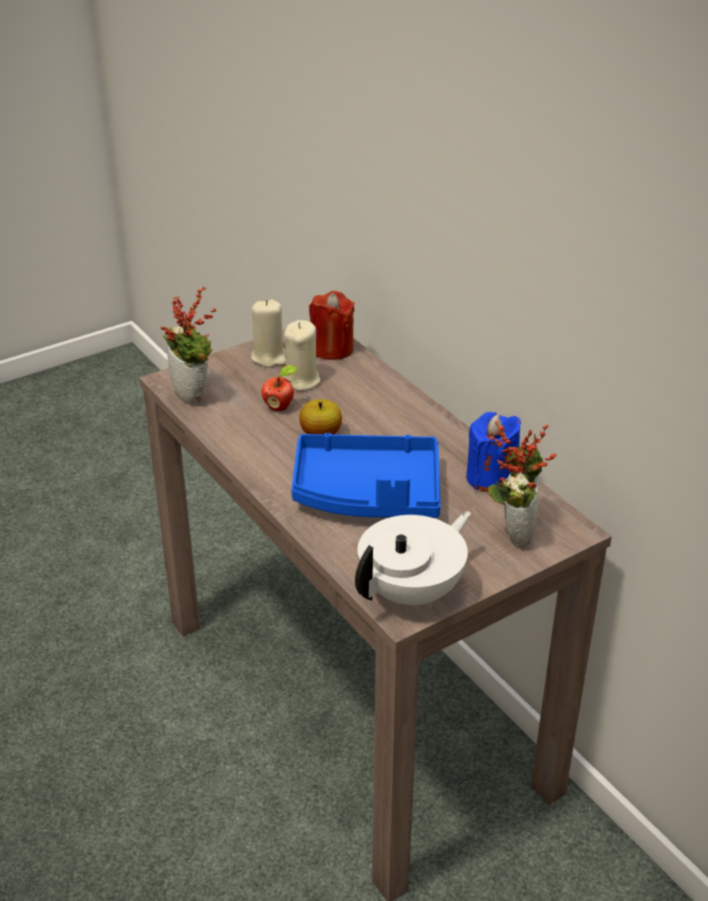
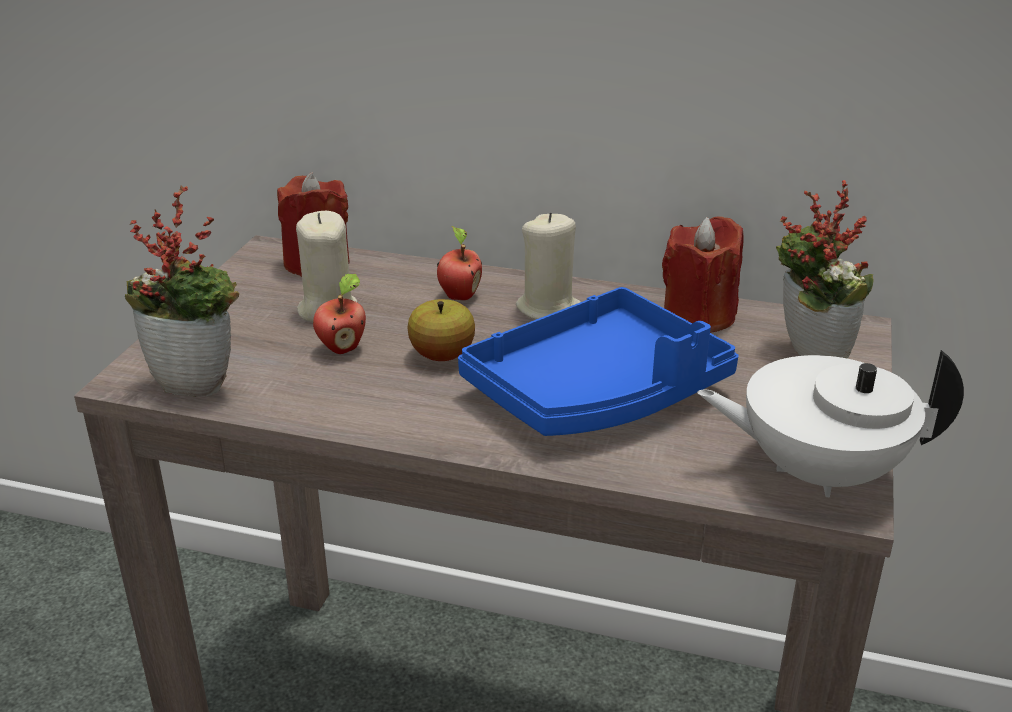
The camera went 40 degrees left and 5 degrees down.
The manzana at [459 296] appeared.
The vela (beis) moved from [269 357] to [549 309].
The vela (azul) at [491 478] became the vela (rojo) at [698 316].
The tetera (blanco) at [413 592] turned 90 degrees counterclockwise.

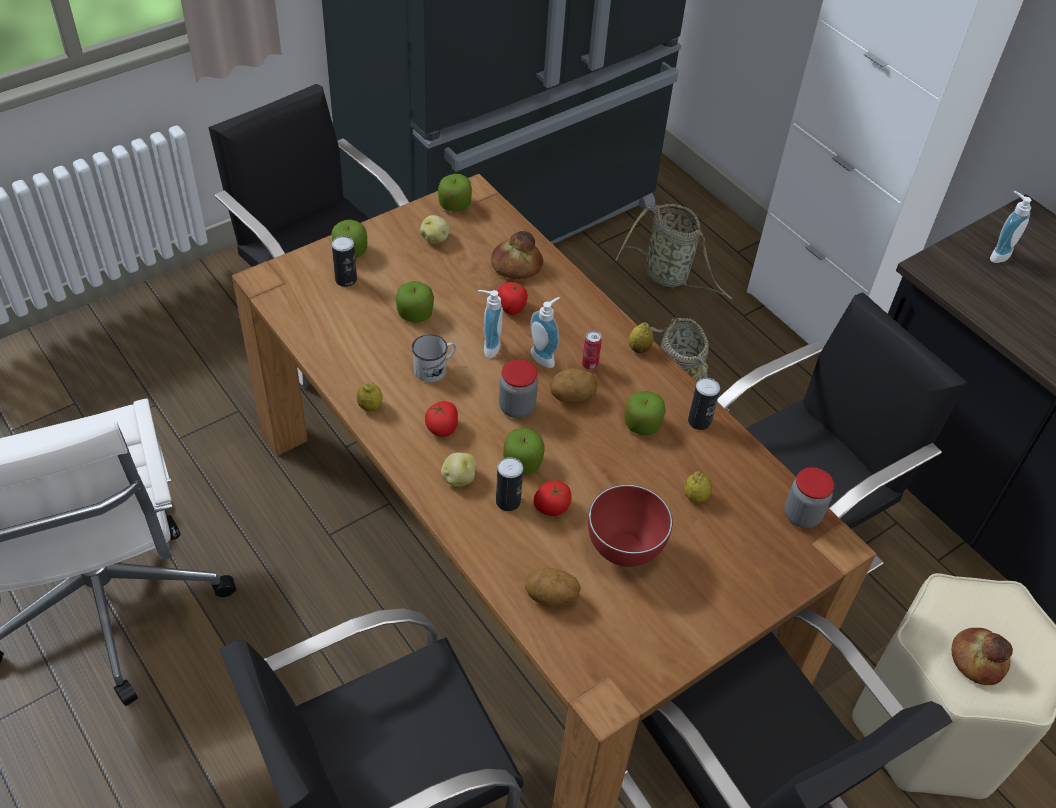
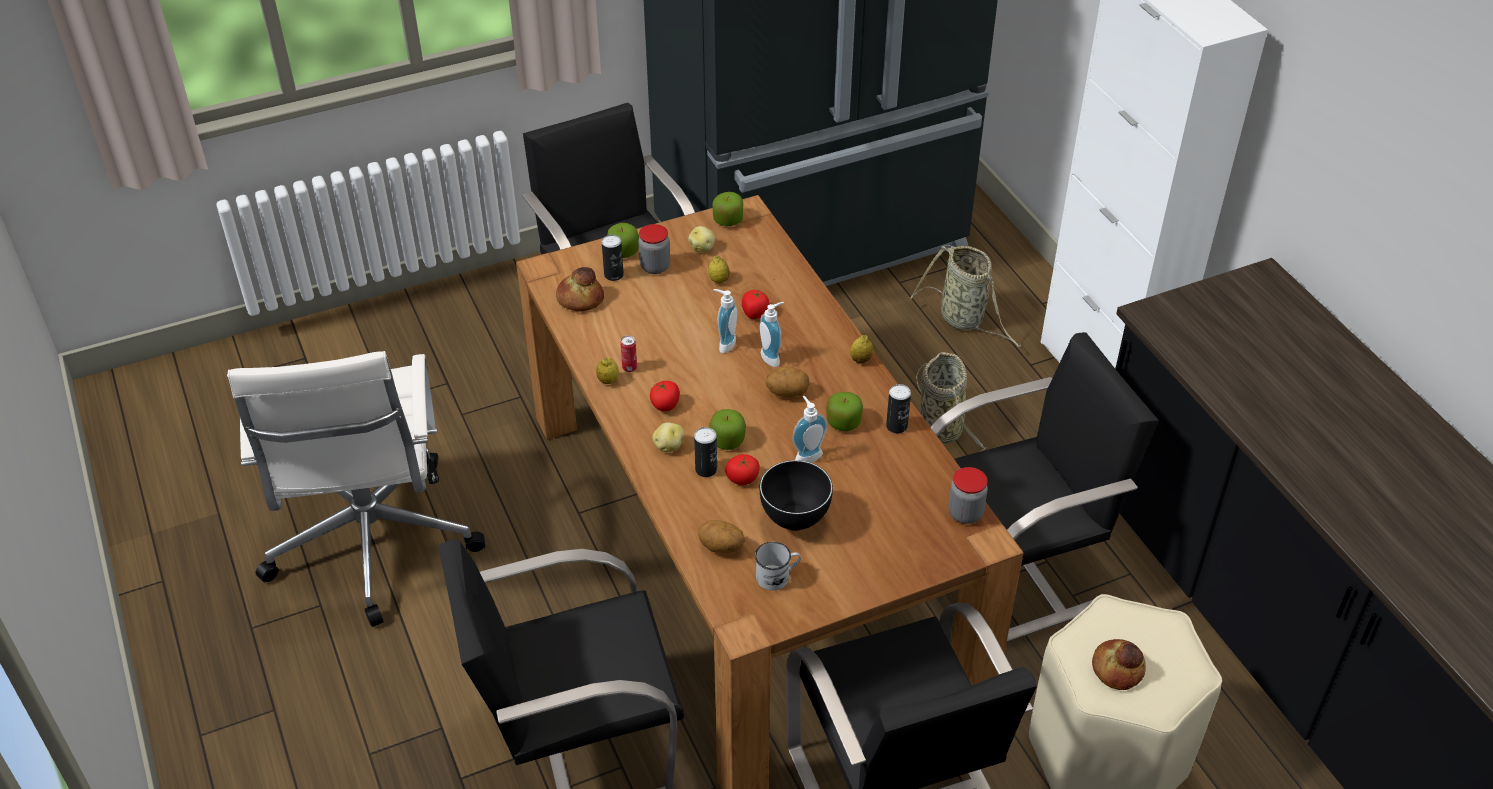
The camera went 15 degrees right and 5 degrees down.
The manzana at [415 314] disappeared.
The taza grande (blanco) moved from [435 369] to [778 576].
The pan moved from [516 266] to [580 299].
The tarro moved from [517 407] to [655 267].
The lata moved from [590 365] to [629 368].
The limón moved from [695 497] to [718 280].
The dispensador de jabón moved from [997 254] to [807 455].
The cuenco (rojo) at [625 551] became the cuenco (negro) at [796 521].

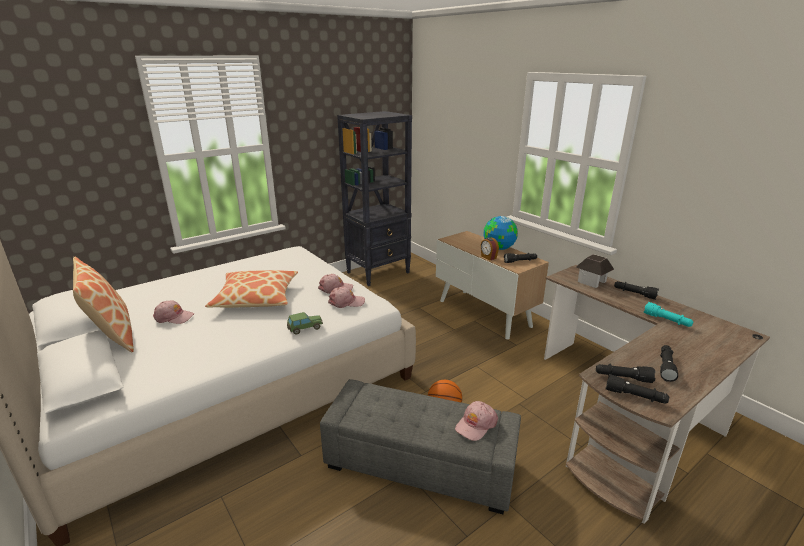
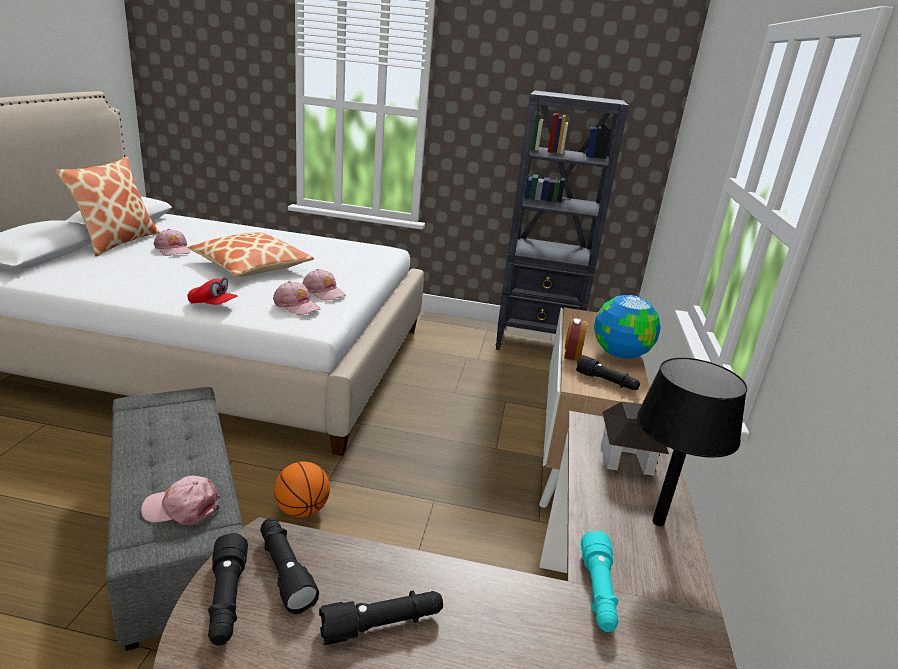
The camera went 45 degrees right and 0 degrees up.
The coche de juguete at [305 328] was replaced by the gorra (rojo) at [213 305].
The linterna (negro) at [634 294] was replaced by the lámpara de mesa (negro) at [658 522].

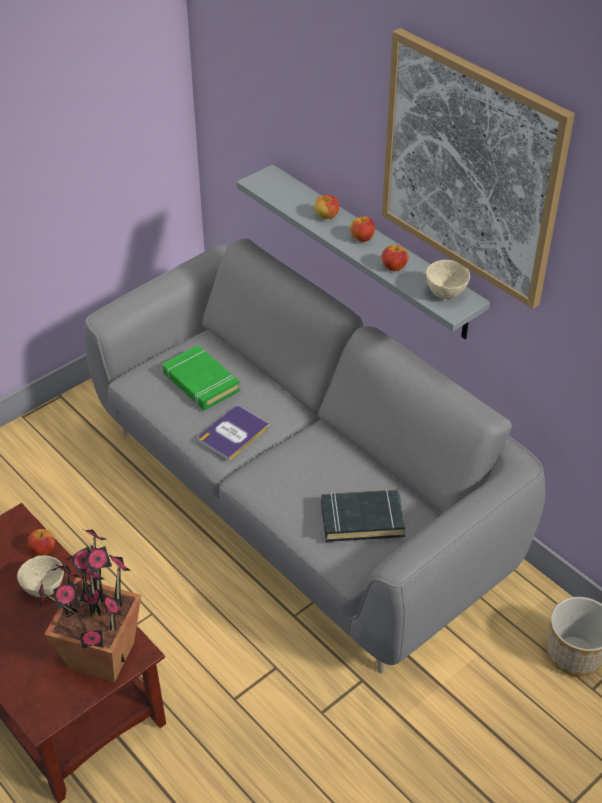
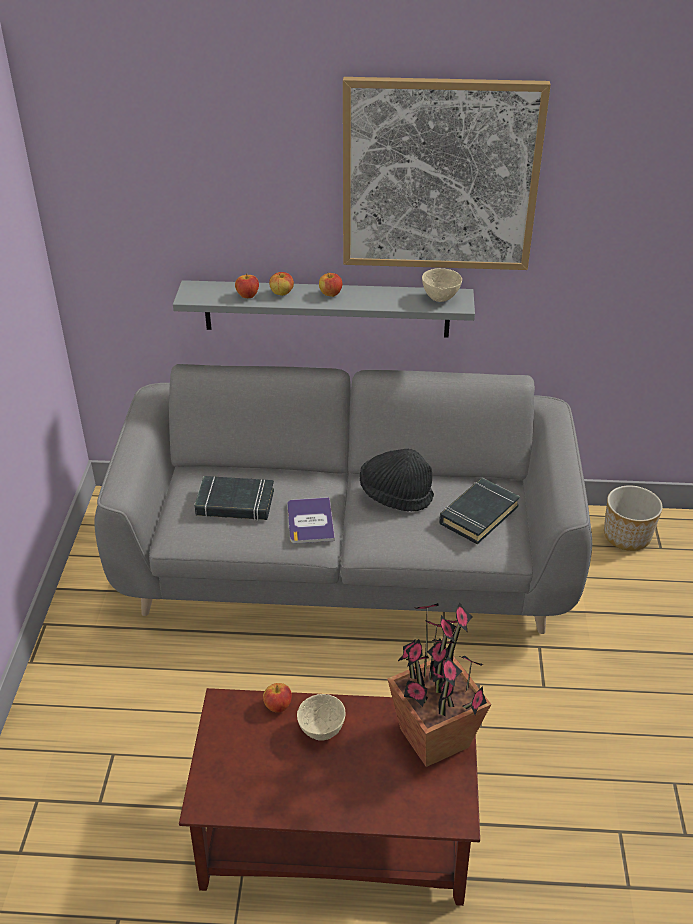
The camera went 45 degrees left and 5 degrees down.
The sombrero (negro) at [395 495] appeared.
The manzana moved from [394 267] to [247 296].
The libro (verde) at [200 382] became the libro (negro) at [235 503].

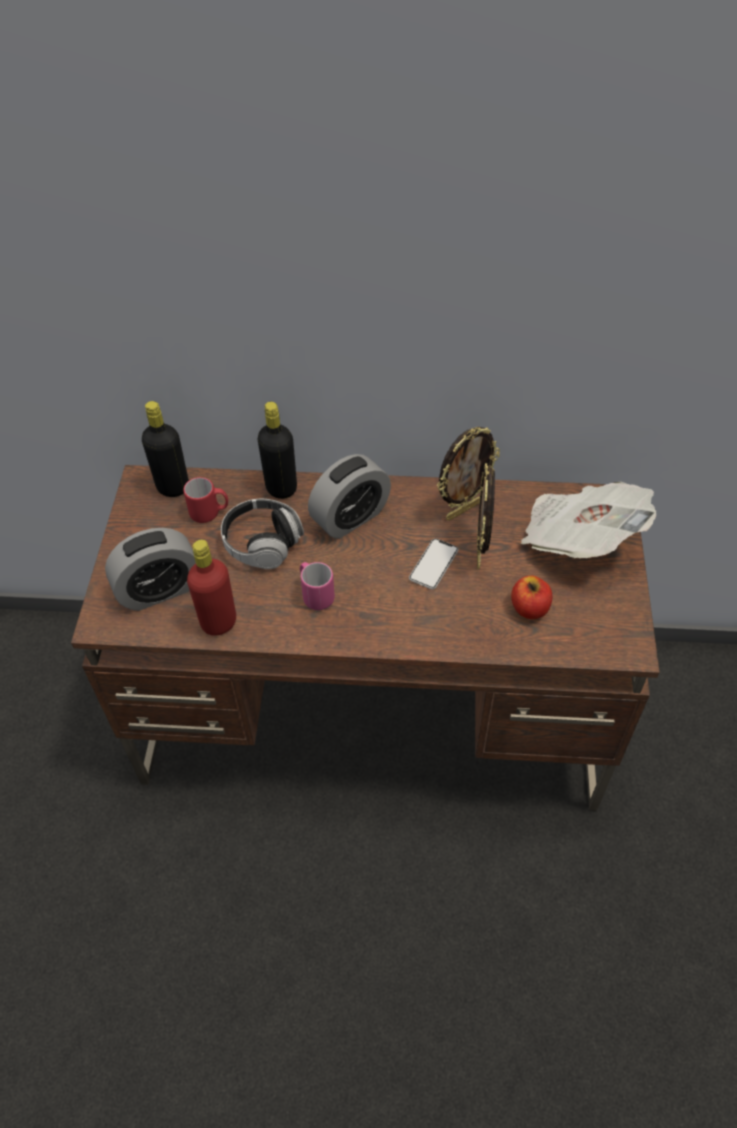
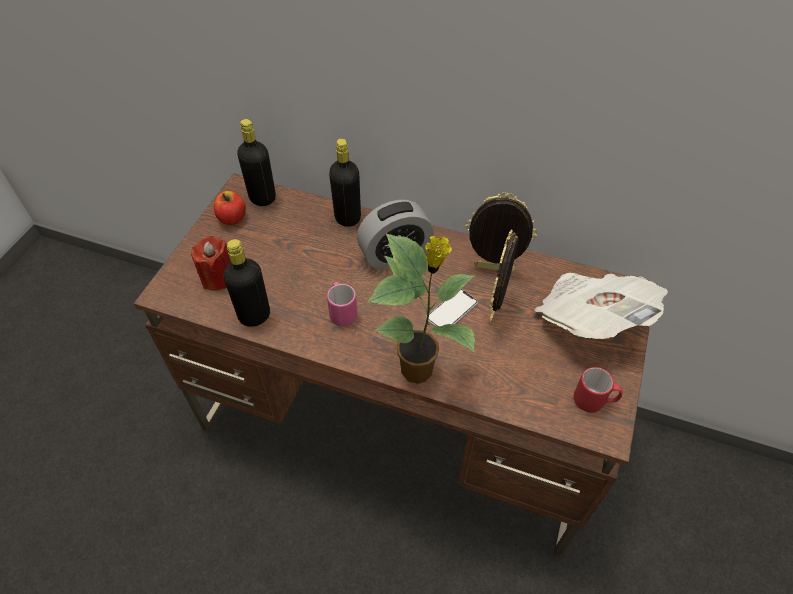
The camera went 15 degrees right and 0 degrees up.
The auriculares at [262 544] disappeared.
The planta en maceta at [419 370] appeared.
The taza grande (rojo) moved from [210 513] to [594 401].
The manzana moved from [529 608] to [232 218].
The despertador at [159 590] was replaced by the vela (rojo) at [218 277].
The botella (rojo) at [218 622] became the botella (negro) at [254 315].
The portarretratos at [462 510] turned 150 degrees counterclockwise.

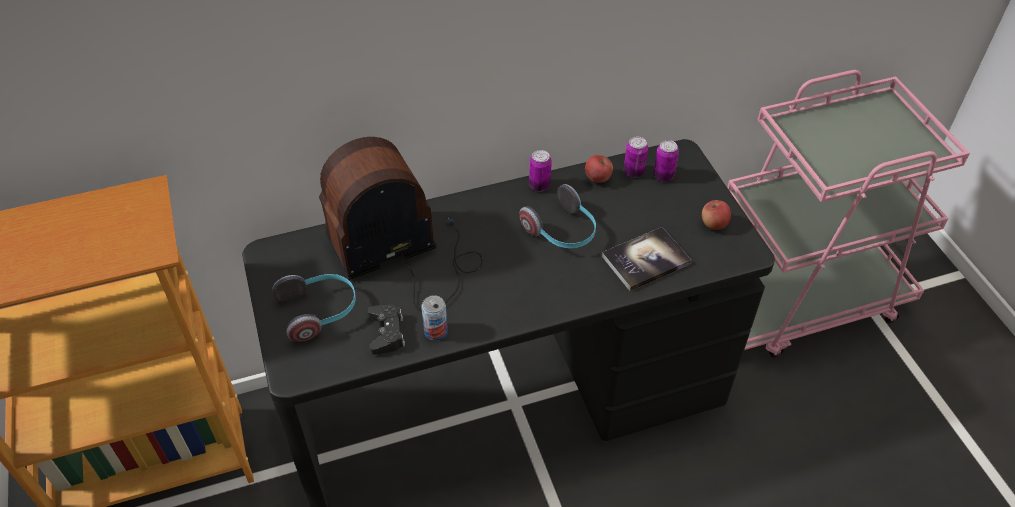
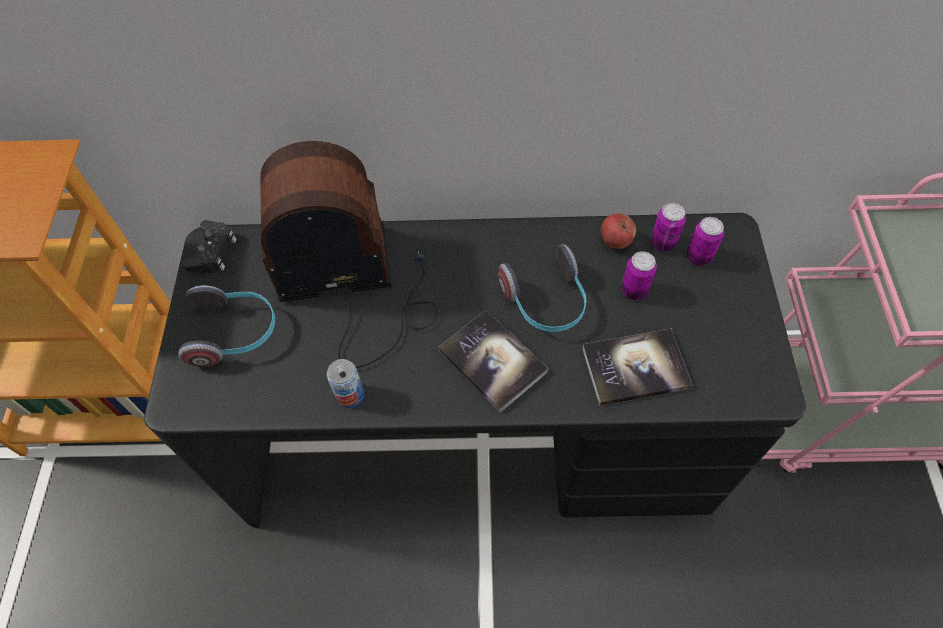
The camera went 20 degrees right and 10 degrees up.
The manzana at [714 224] disappeared.
The libro at [492 361] appeared.
The mando de consola (negro) moved from [386 333] to [213 252].
The lata moved from [539 185] to [634 291].

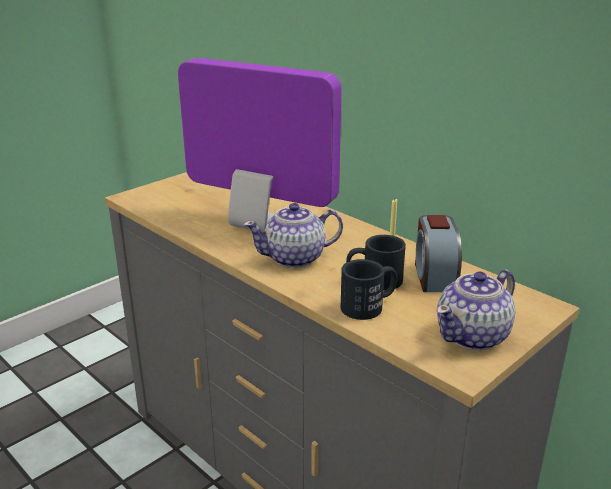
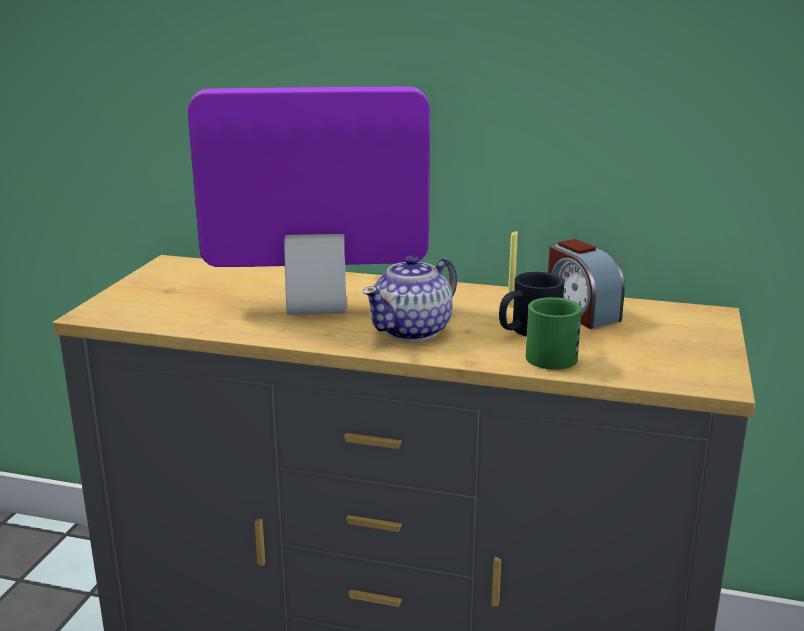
The camera went 30 degrees left and 5 degrees down.
The tetera at [473 336] disappeared.
The taza grande (negro) at [369 305] became the taza grande (verde) at [556 354].

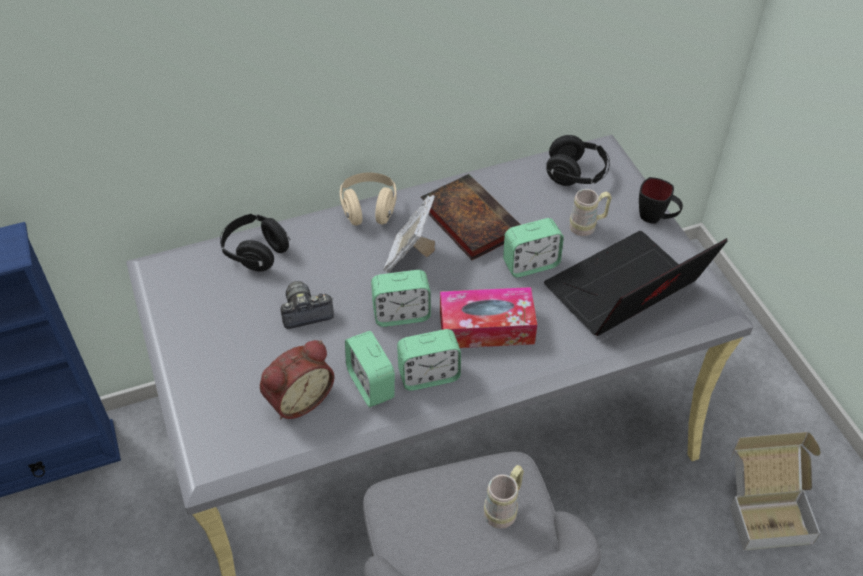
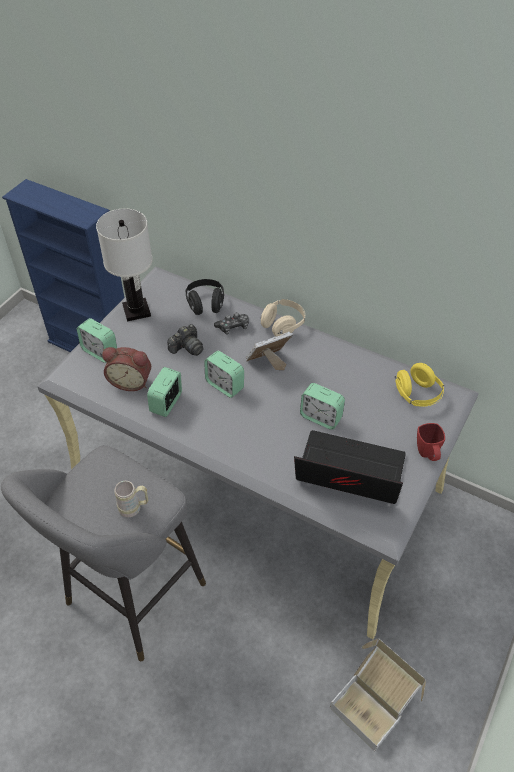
The camera went 50 degrees right and 0 degrees up.
The libro at [468 220] disappeared.
The caja de pañuelos at [486 327] disappeared.
The taza grande (beis) at [587 227] disappeared.
The lámpara de mesa (blanco) at [136 311] appeared.
The mando de consola at [233 327] appeared.
The despertador moved from [429 375] to [100 352].
The auriculares (negro) at [576 175] became the auriculares (amarillo) at [417 395].
The taza grande (negro) at [656 218] became the taza grande (rojo) at [427 455].
The cámara at [305 312] turned 105 degrees clockwise.

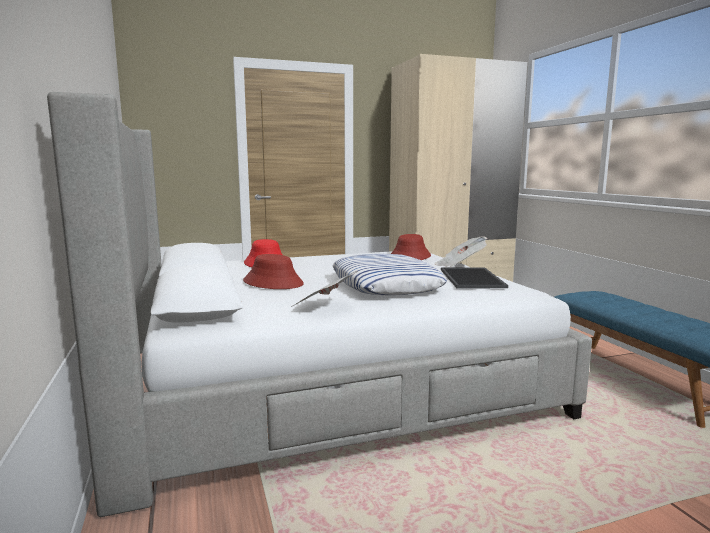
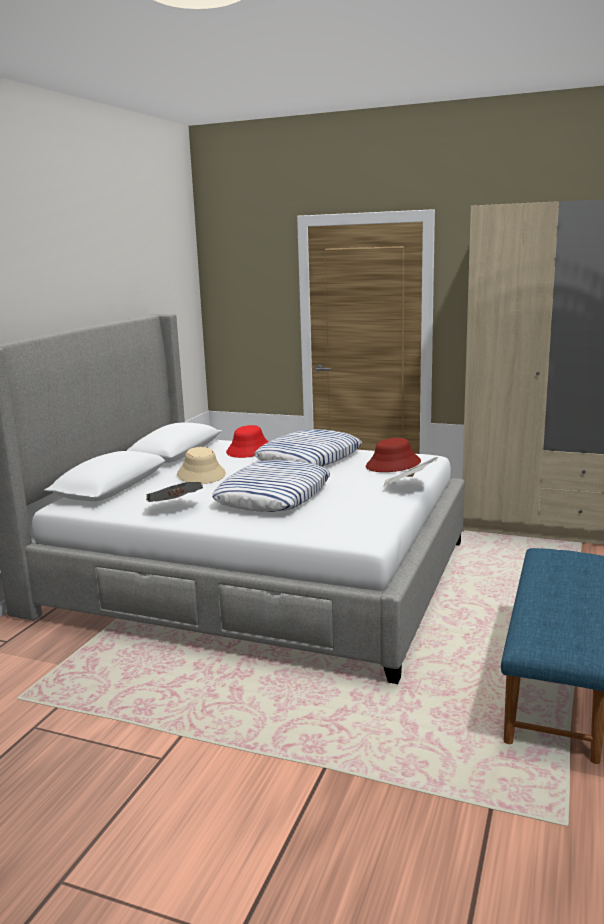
The camera went 40 degrees right and 5 degrees up.
The bandeja at [473 278] disappeared.
The cojín at [309 458] appeared.
The sombrero (rojo) at [273 282] became the sombrero (beis) at [201 474].

